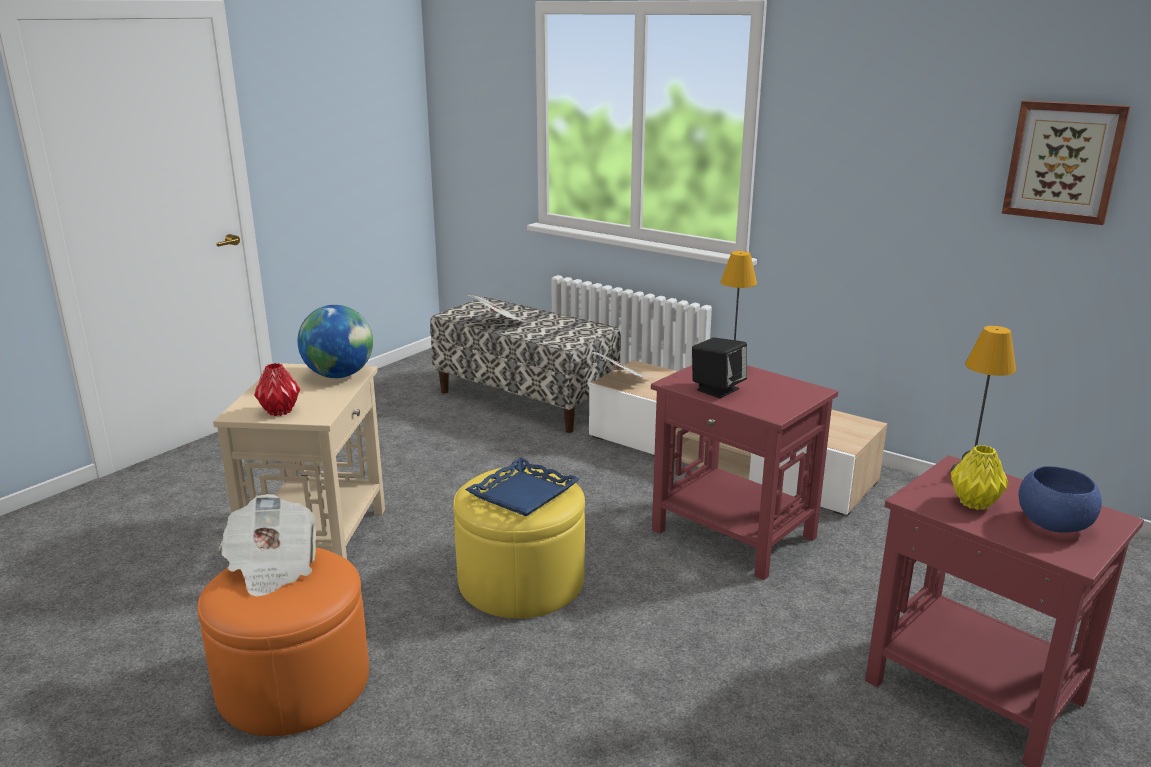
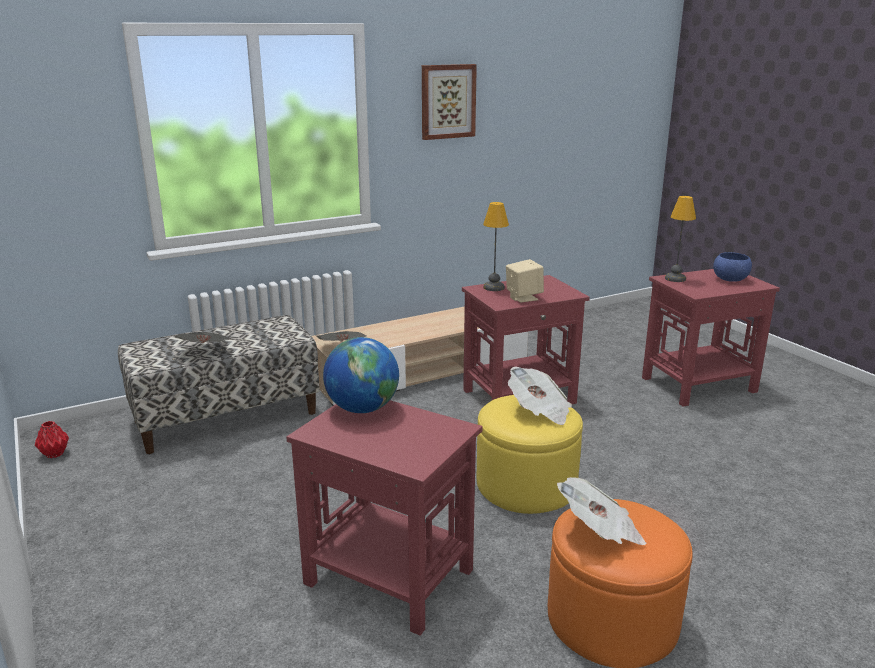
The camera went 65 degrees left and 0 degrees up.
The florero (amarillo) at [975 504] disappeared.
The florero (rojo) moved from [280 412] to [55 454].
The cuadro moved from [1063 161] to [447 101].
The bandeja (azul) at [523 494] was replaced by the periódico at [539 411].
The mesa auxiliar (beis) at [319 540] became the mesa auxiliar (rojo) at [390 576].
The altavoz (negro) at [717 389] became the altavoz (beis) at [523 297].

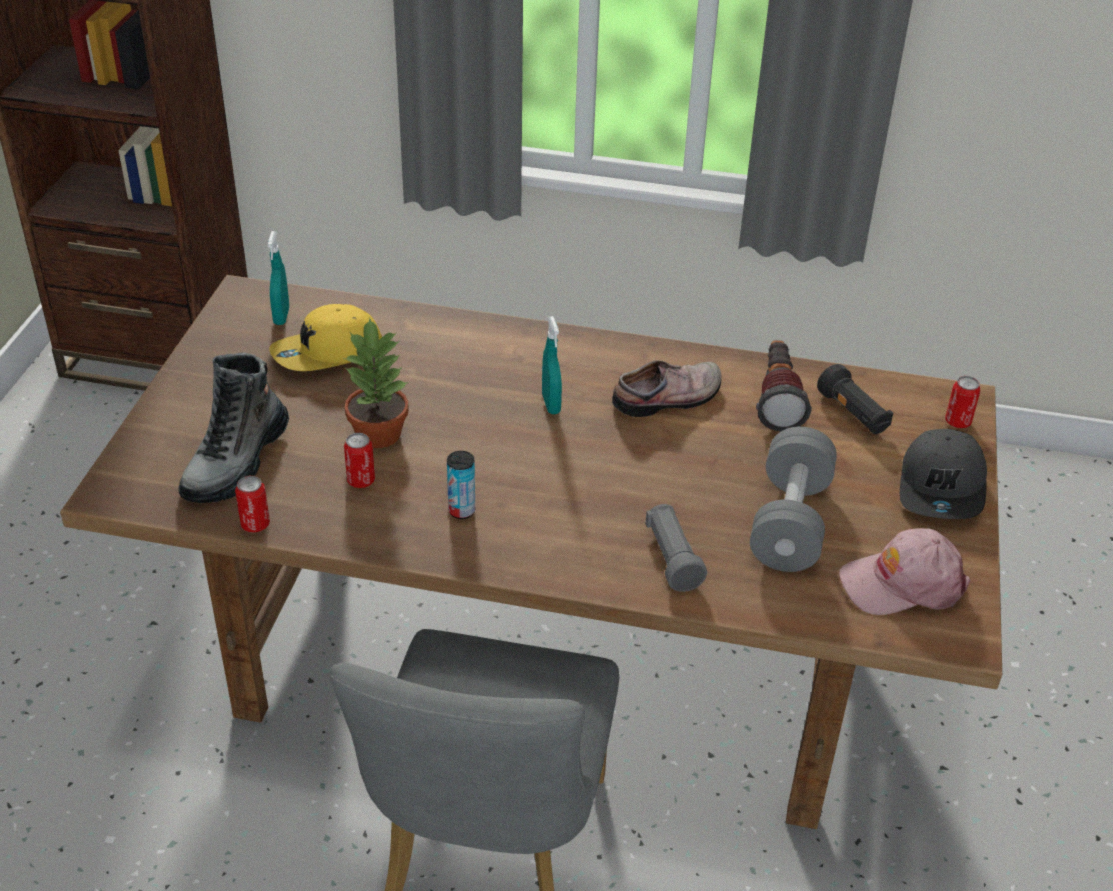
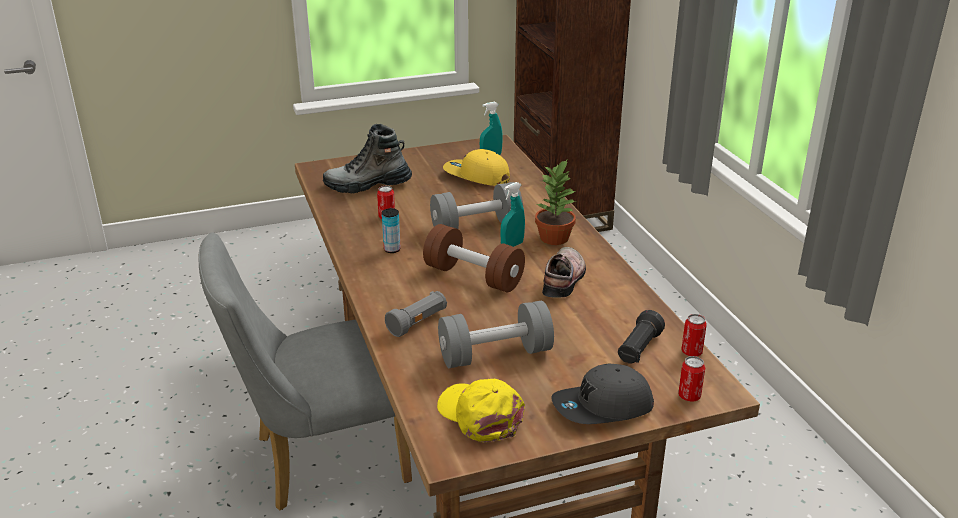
The camera went 60 degrees right and 10 degrees down.
The linterna at [777 399] disappeared.
The mancuerna (marrón) at [473 276] appeared.
The mancuerna (gris) at [476 226] appeared.
The lata moved from [255 525] to [691 352].
The planta en maceta moved from [379 433] to [555 238].
The gorra (rosa) at [902 583] became the gorra (amarillo) at [480 415].
The zapato at [669 399] turned 105 degrees counterclockwise.

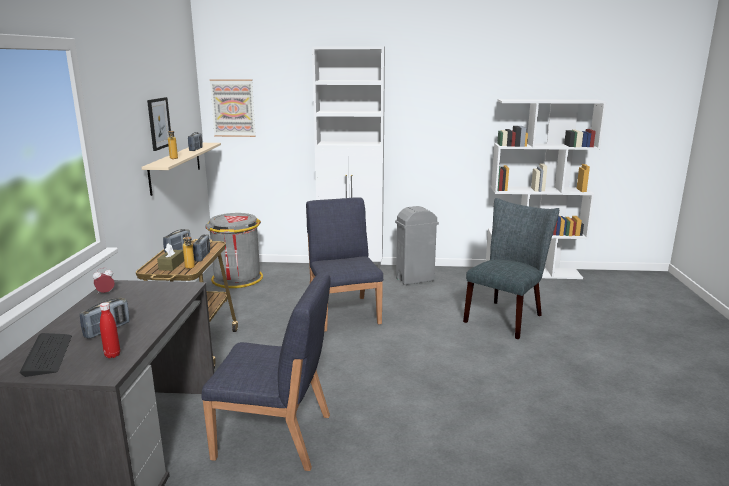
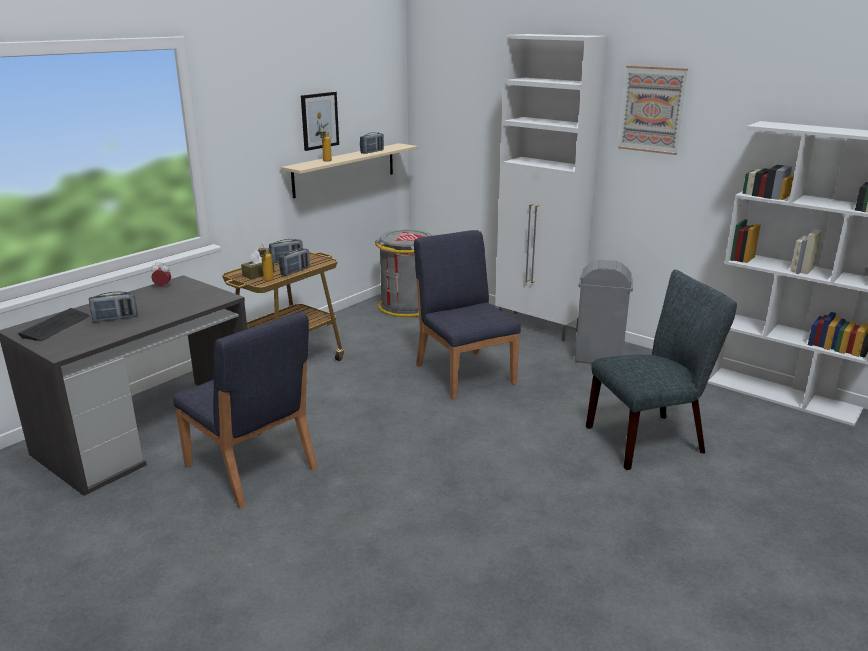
The camera went 35 degrees right and 5 degrees up.
The botella (rojo) at [112 355] disappeared.
The cuadro moved from [233 108] to [652 109].
The silla (azul) at [344 312] turned 45 degrees counterclockwise.

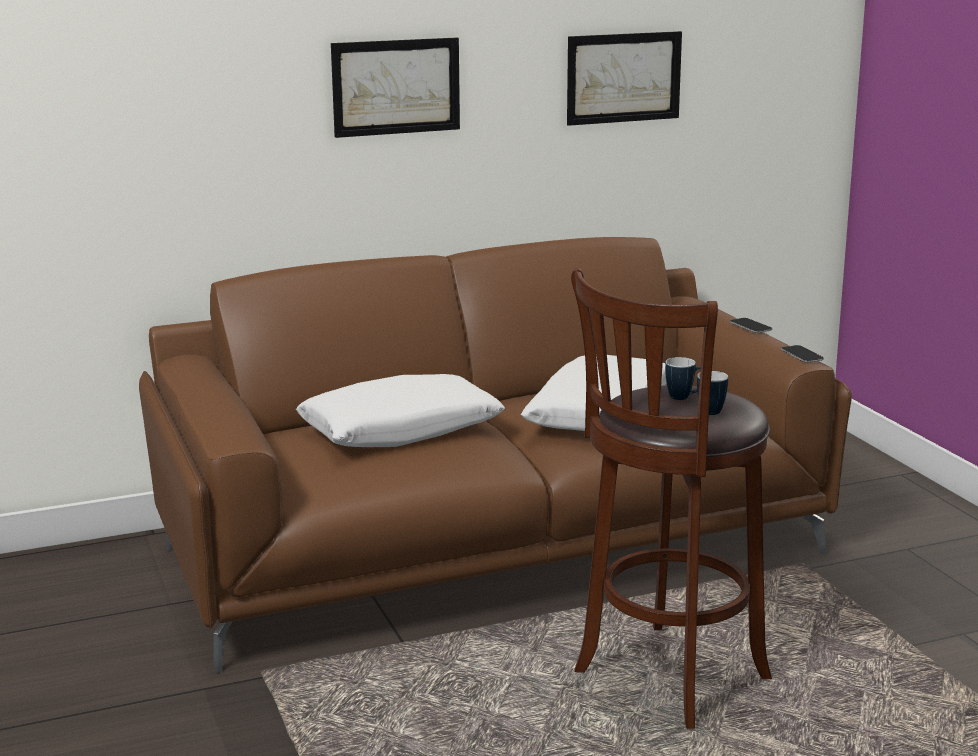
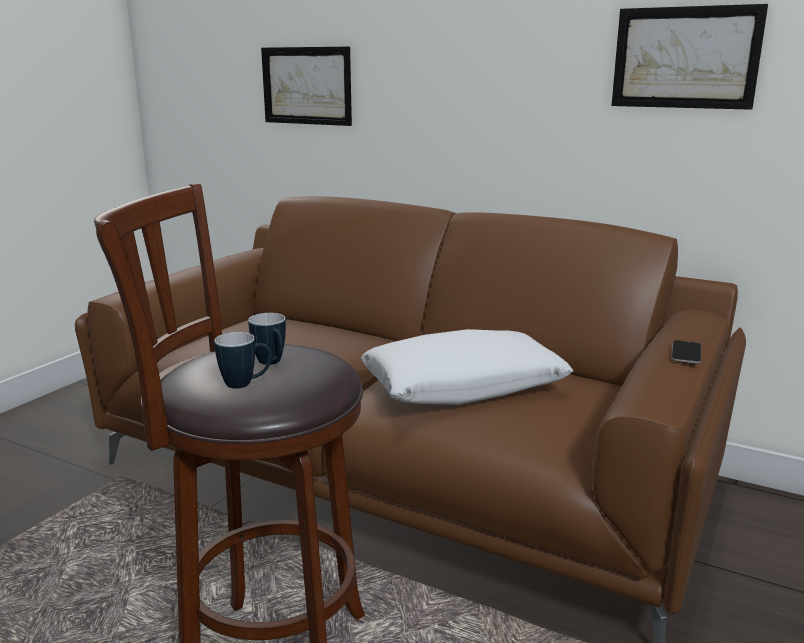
The camera went 50 degrees right and 0 degrees up.
The cojín (blanco) at [400 430] disappeared.
The móvil at [802 355] disappeared.
The cuadro moved from [396 87] to [306 86].

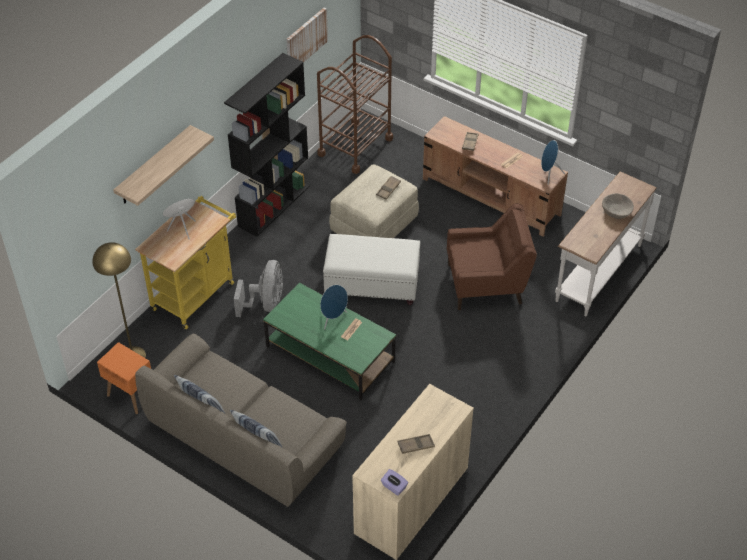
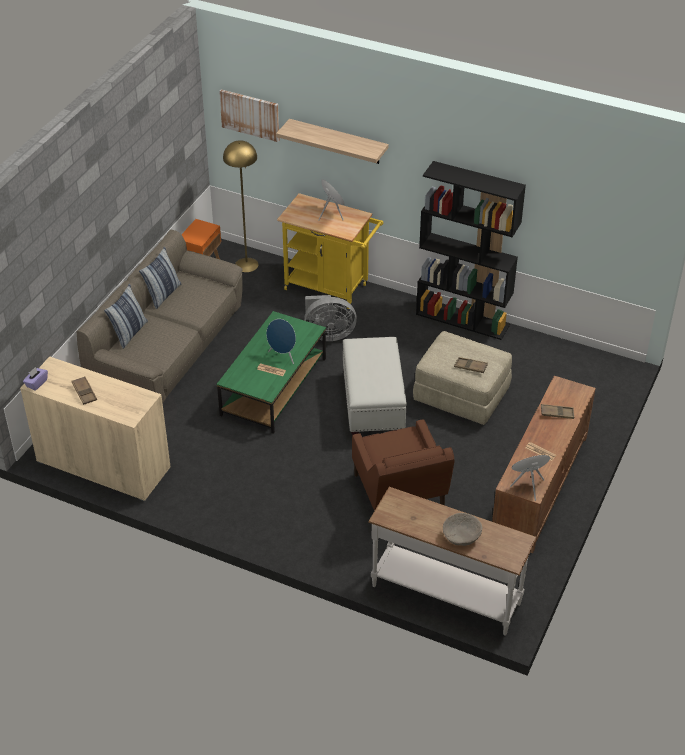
The camera went 80 degrees right and 5 degrees down.
The carrito (marrón) at [355 146] disappeared.
The cuadro moved from [306 39] to [250 114].

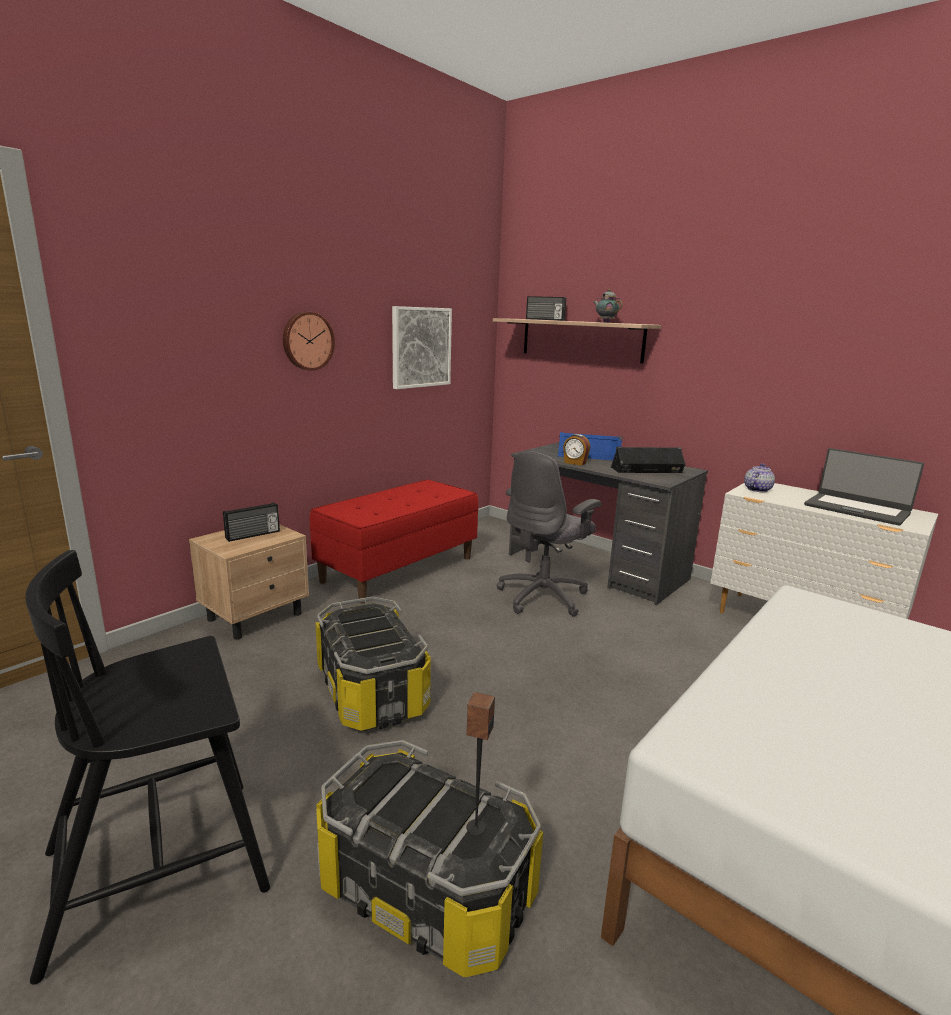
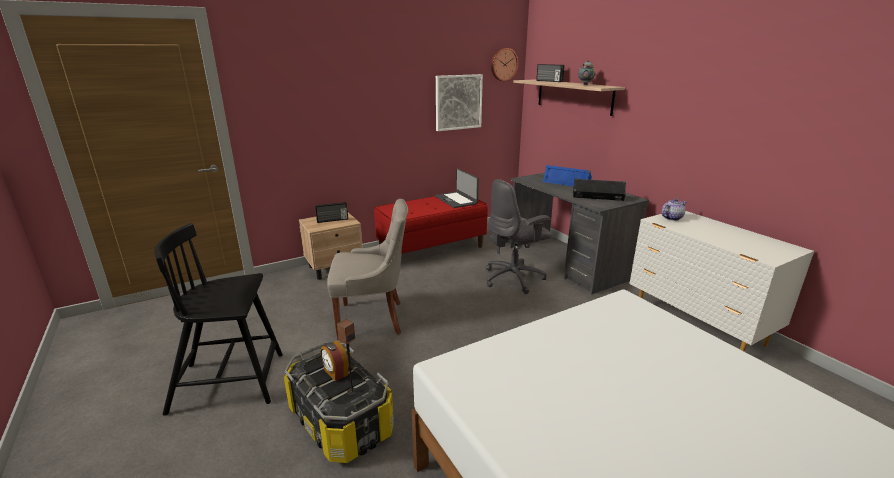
The camera went 20 degrees right and 5 degrees up.
The reloj de pared moved from [307 341] to [503 64].
The despertador moved from [575 463] to [335 373].
The portátil moved from [856 509] to [456 200].
The caja de almacenaje at [372 691] was replaced by the silla (gris) at [373 319].

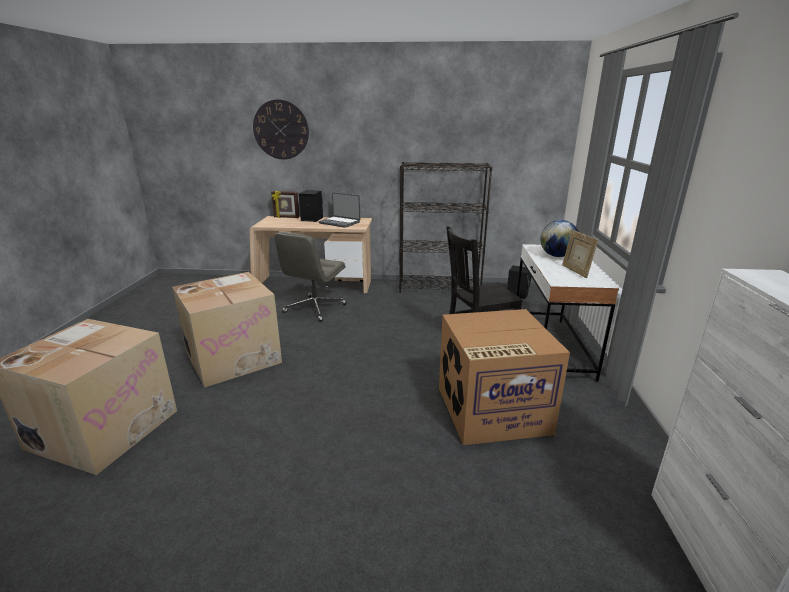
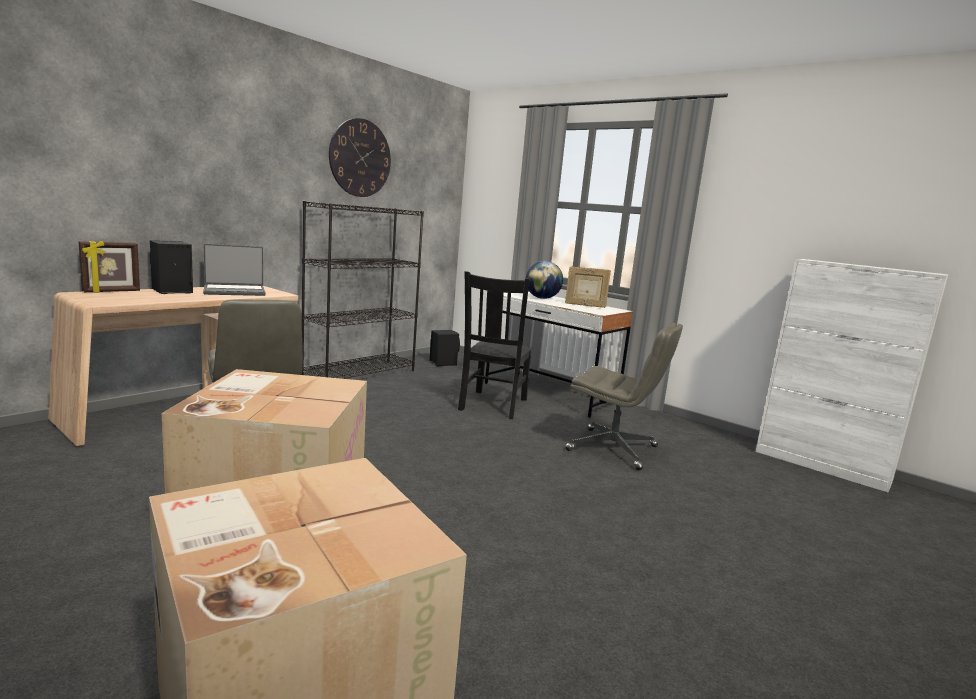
The camera went 55 degrees left and 10 degrees down.
The reloj de pared moved from [281 130] to [360 158].
The caja de cartón at [491 411] was replaced by the silla de oficina (gris) at [614 449].

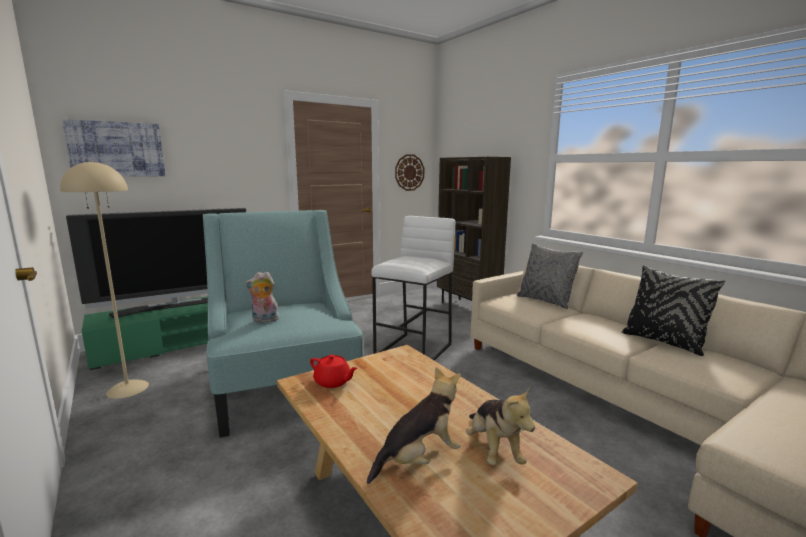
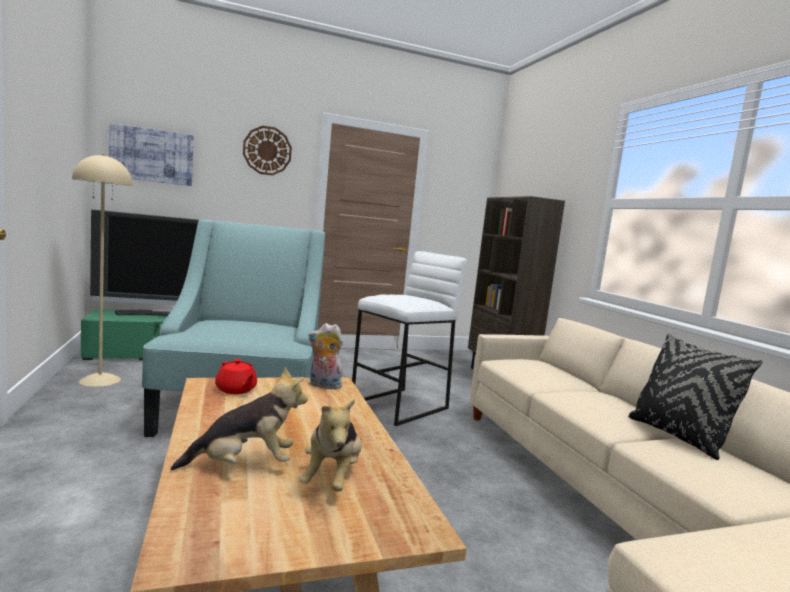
The camera went 15 degrees right and 5 degrees down.
The cojín (gris) at [545 301] disappeared.
The peluche moved from [264 320] to [323 386].
The reloj de pared moved from [409 172] to [267 150].

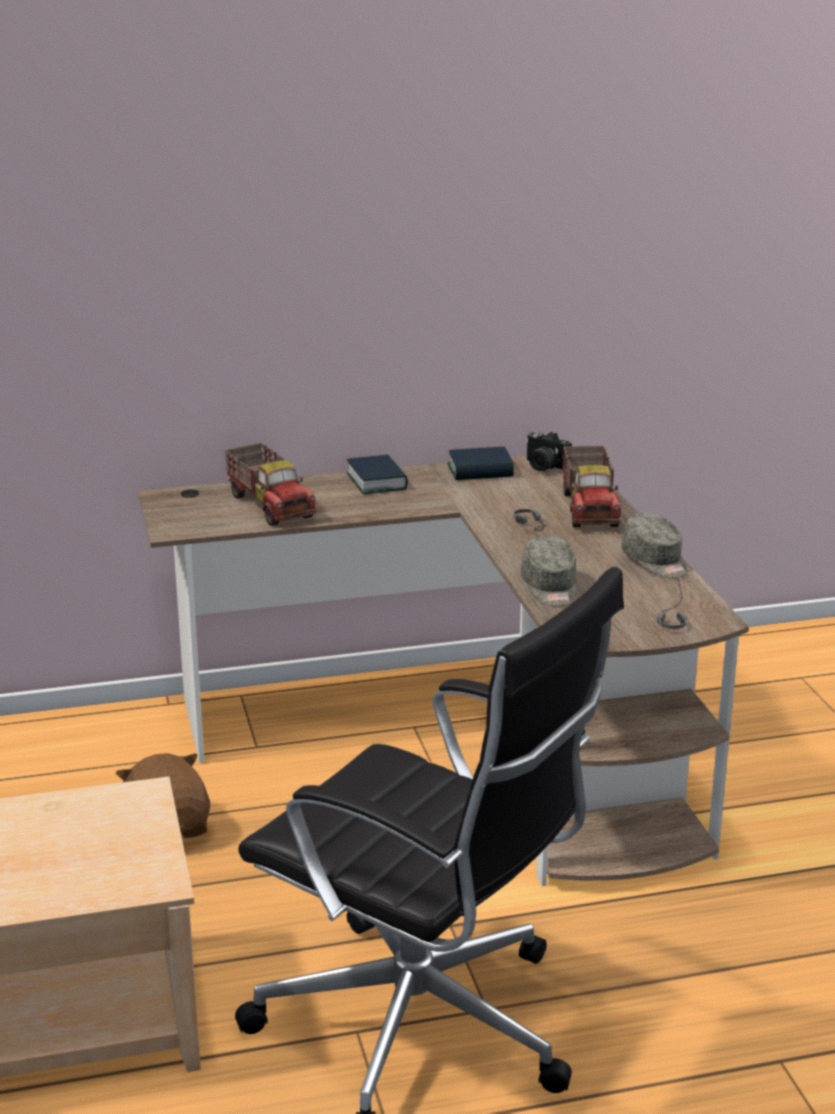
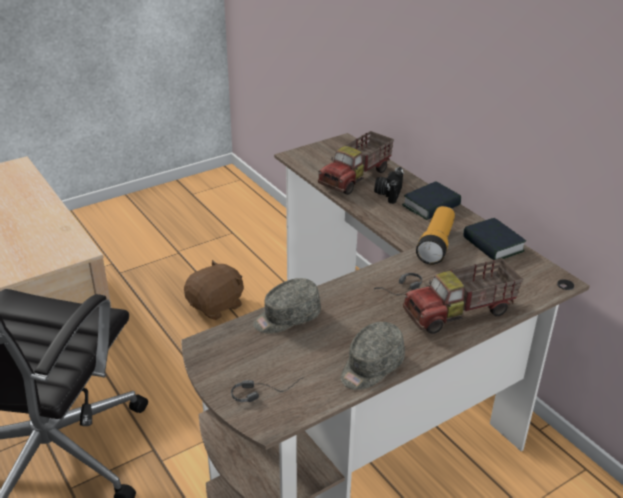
The camera went 70 degrees right and 10 degrees up.
The linterna at [436 245] appeared.
The cámara moved from [544 466] to [388 193].

